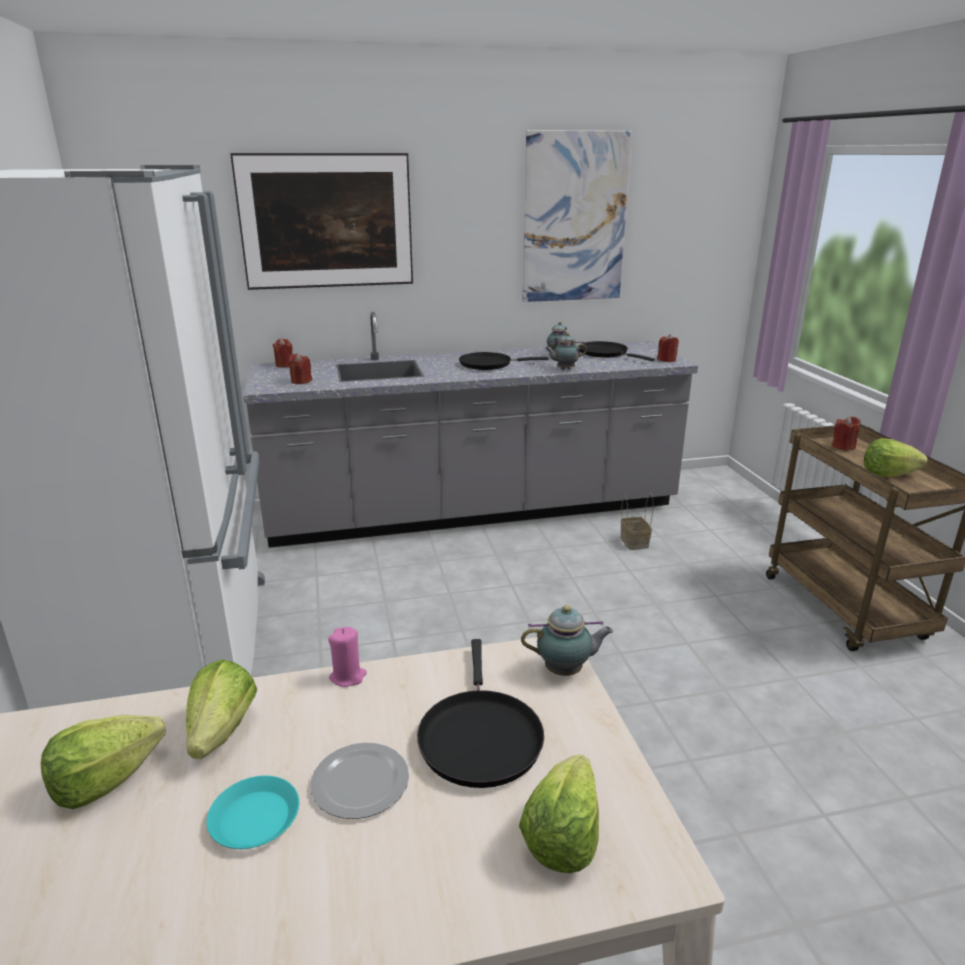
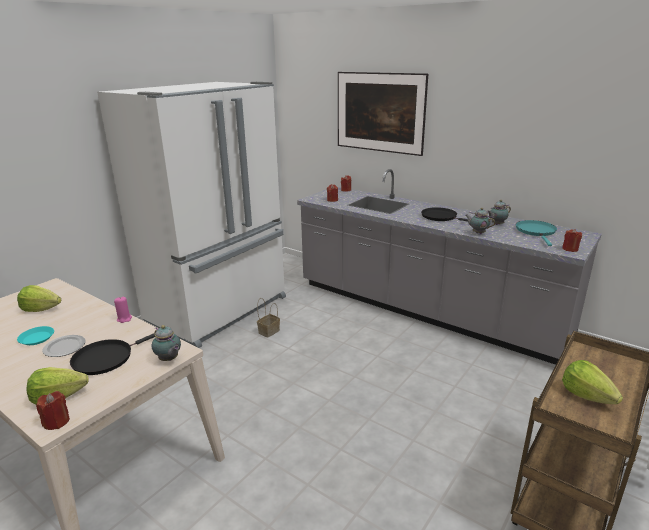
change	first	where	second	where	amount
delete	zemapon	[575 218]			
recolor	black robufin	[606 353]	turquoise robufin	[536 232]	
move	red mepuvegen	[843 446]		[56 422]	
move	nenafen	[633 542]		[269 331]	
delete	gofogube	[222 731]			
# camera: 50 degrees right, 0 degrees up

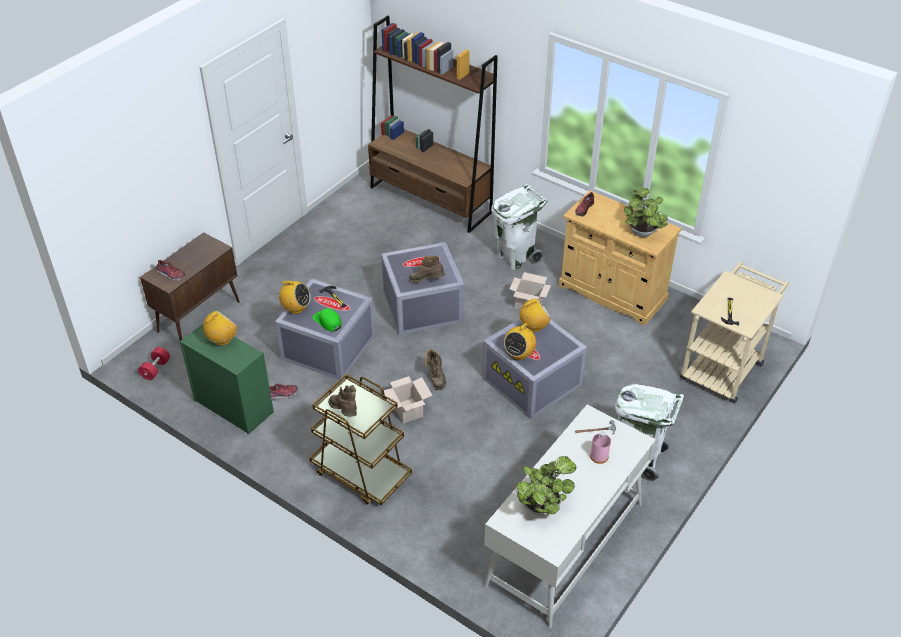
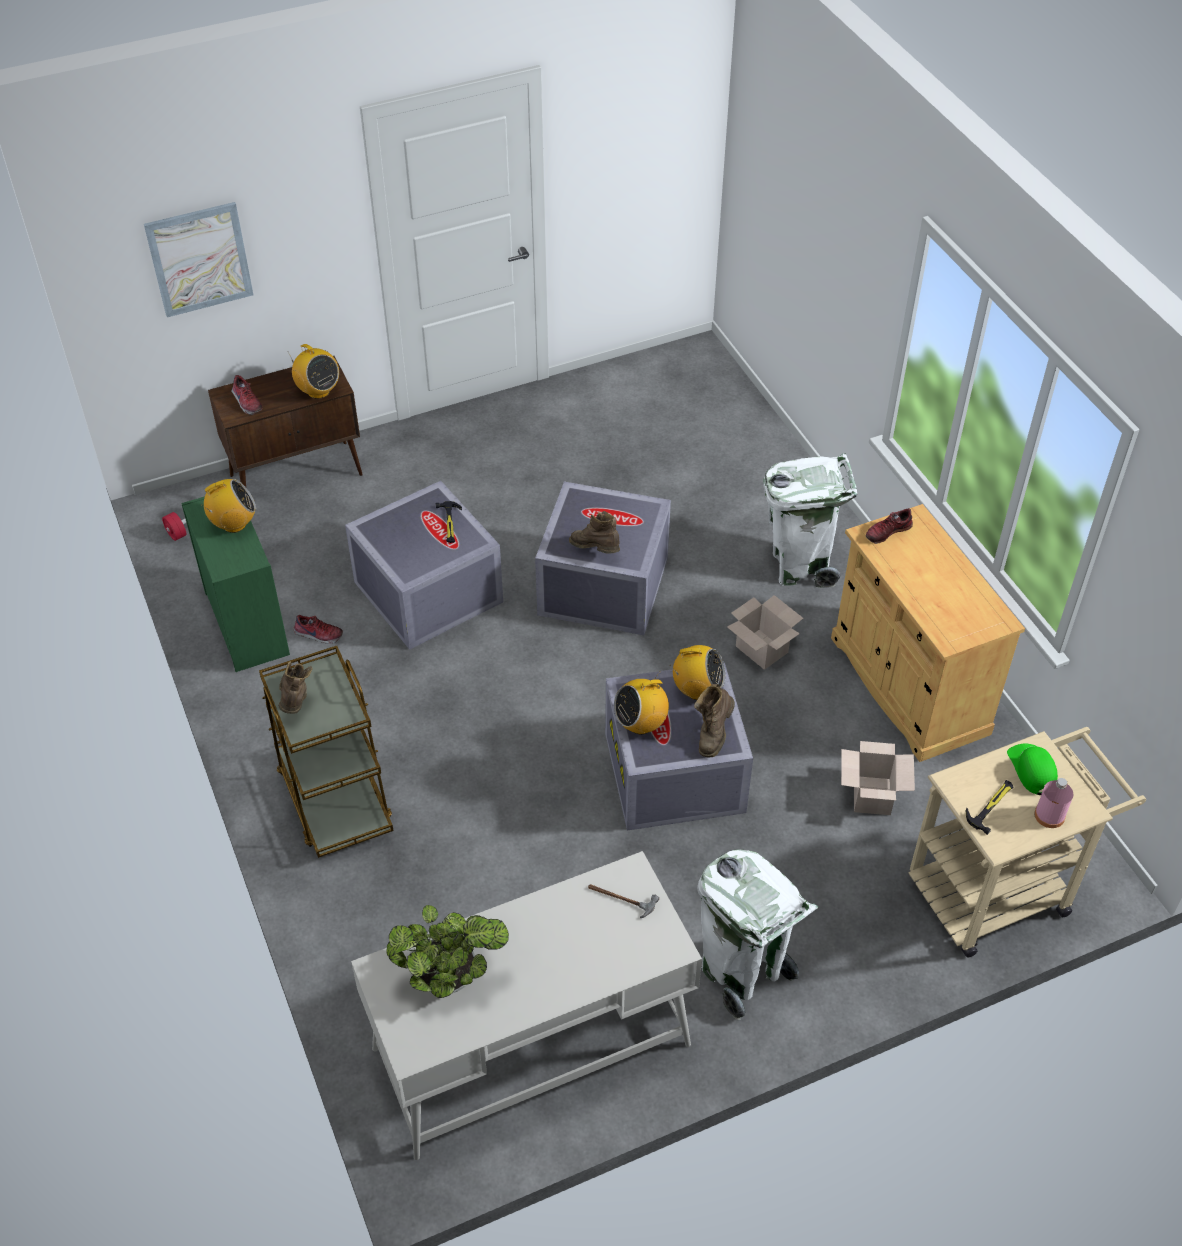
change	first	where	second	where	amount
delete	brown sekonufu	[430 200]			
delete	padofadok	[643 234]			
move	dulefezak	[296 308]		[318 391]	
move	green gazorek	[327 321]		[1032 770]	
move	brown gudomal	[436 377]		[713 734]	
move	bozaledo	[407 410]		[871 794]	
move	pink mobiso	[599 456]		[1049 815]	
insert			zemapon	[199 259]	
# camera: 30 degrees right, 5 degrees up

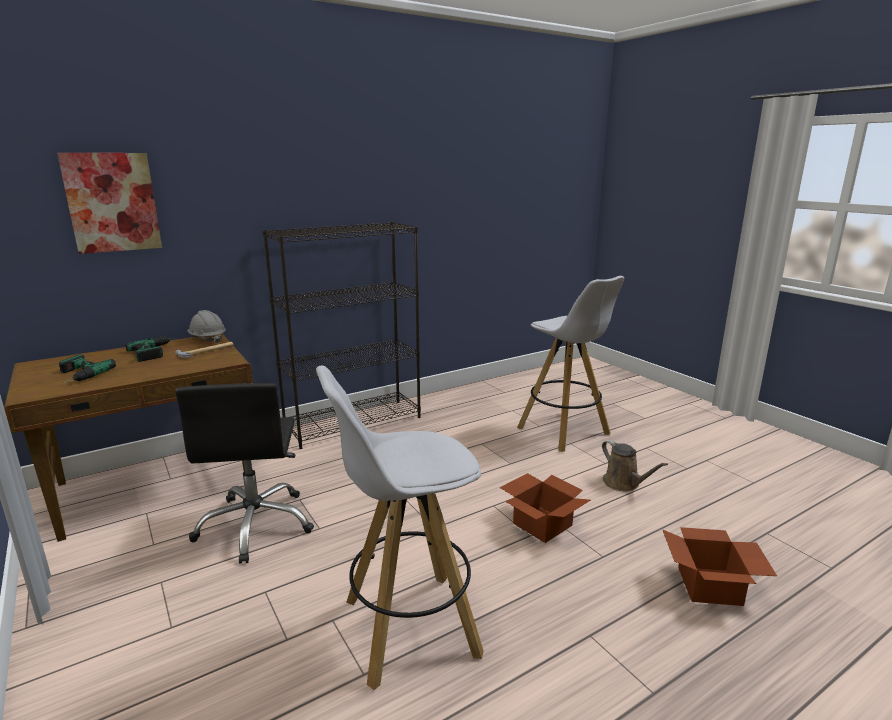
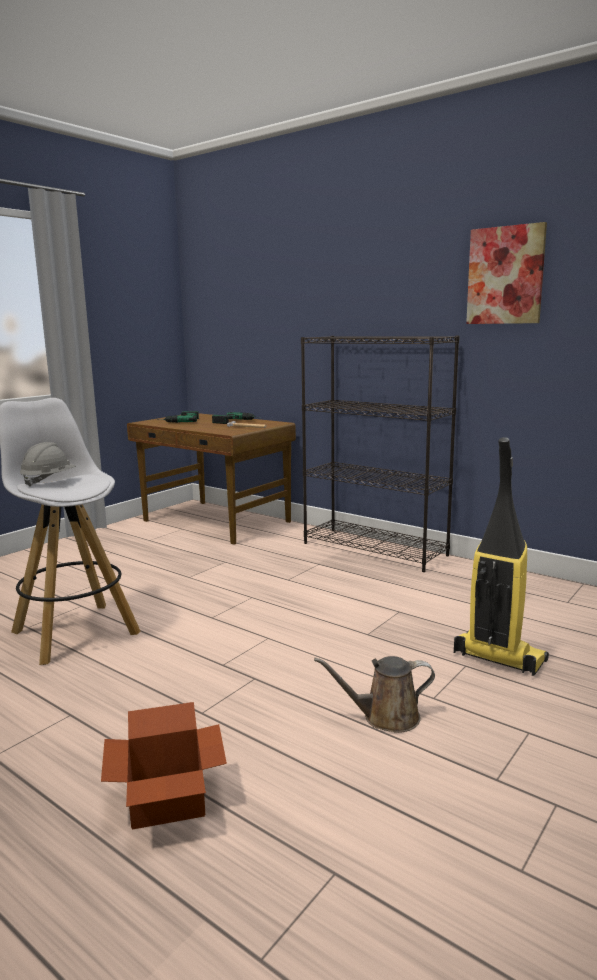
change	first	where	second	where	amount
move	zemapon	[112 202]		[505 275]	
replace	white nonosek	[564 431]	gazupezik	[498 658]	
move	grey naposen	[207 339]		[49 480]	
delete	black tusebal	[256 525]			
rotate	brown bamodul	[623 483]		[385 717]	45 degrees clockwise
delete	bozaledo	[542 523]			
# camera: 70 degrees right, 5 degrees down

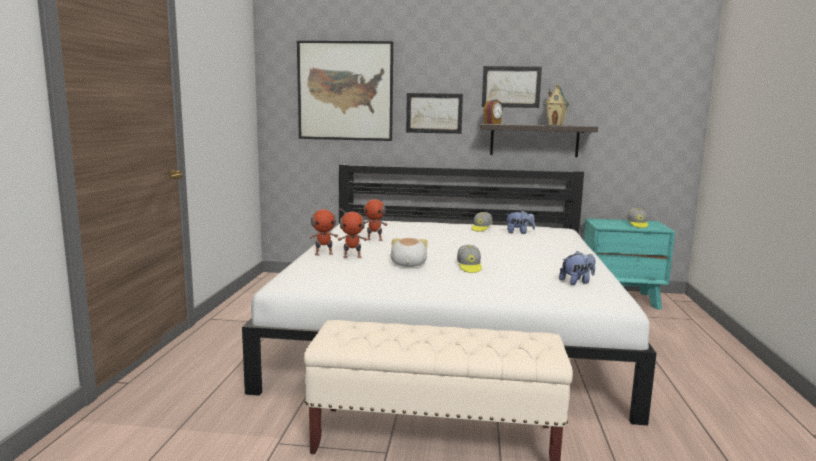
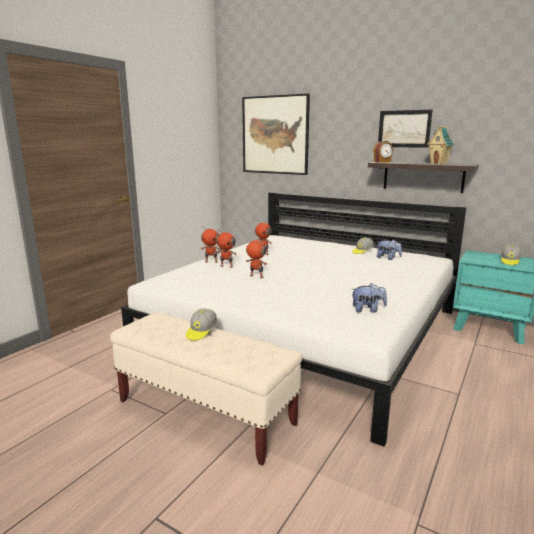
change	first	where	second	where	amount
delete	zemapon	[434 113]			
replace	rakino	[407 264]	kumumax	[256 276]	
move	gazorek	[469 267]		[201 332]	
# camera: 25 degrees right, 5 degrees up

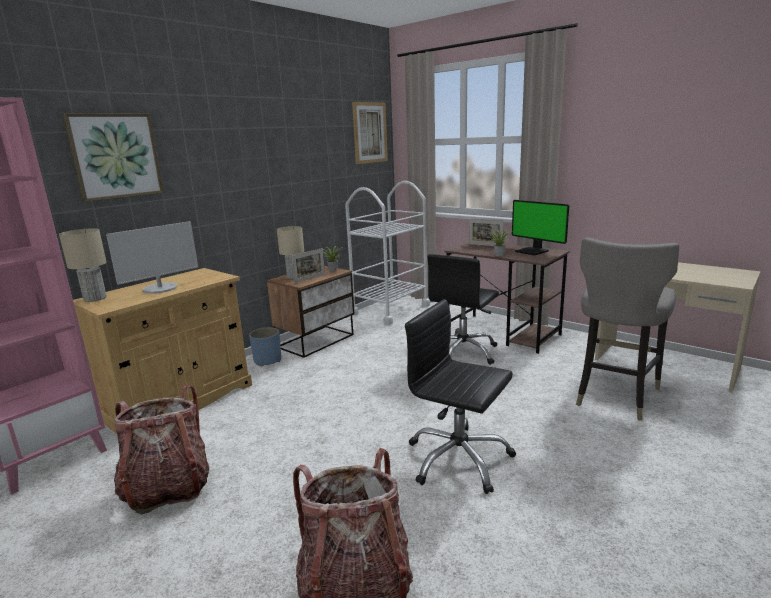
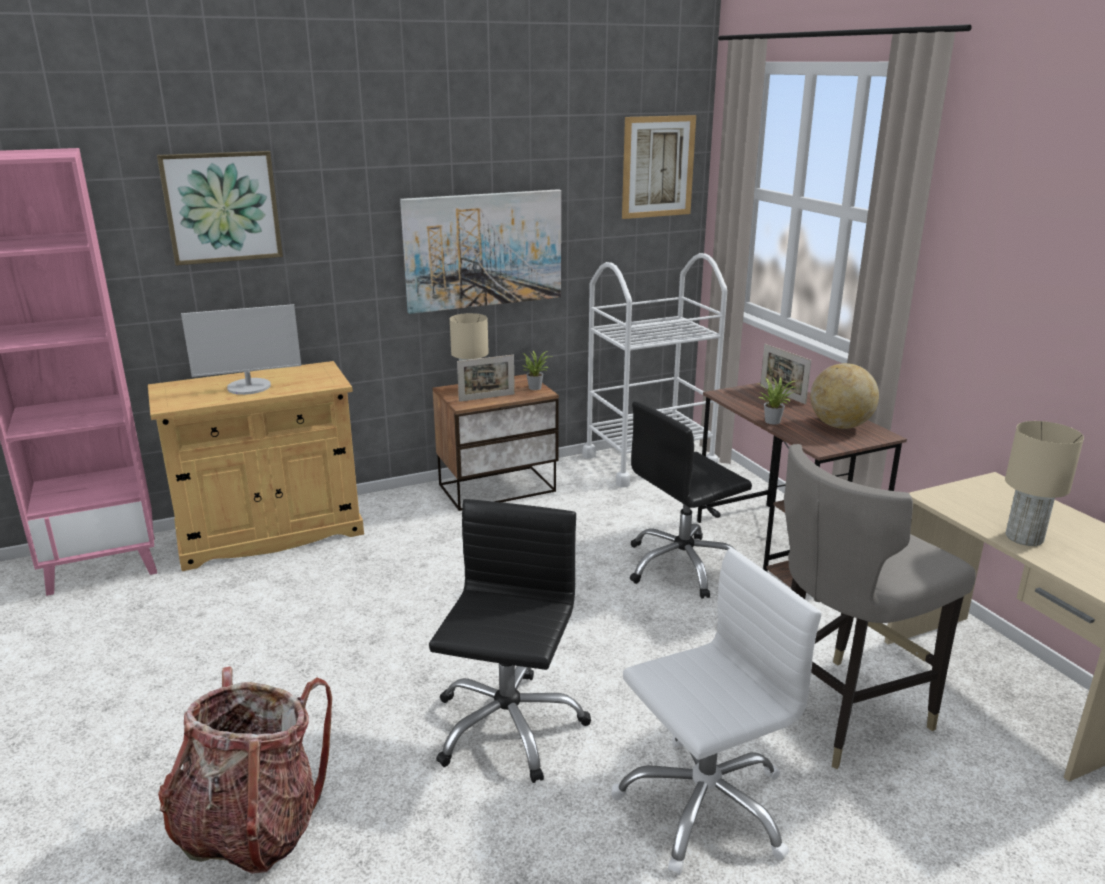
change	first	where	second	where	amount
replace	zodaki	[533 251]	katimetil	[840 426]	
move	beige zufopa	[95 298]		[1025 538]	
rotate	black tusebal	[458 459]		[507 726]	45 degrees clockwise
delete	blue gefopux	[267 360]			
delete	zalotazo	[168 488]			
insert			zemapon	[483 250]	
insert			white tusebal	[704 805]	
# camera: 25 degrees right, 5 degrees up

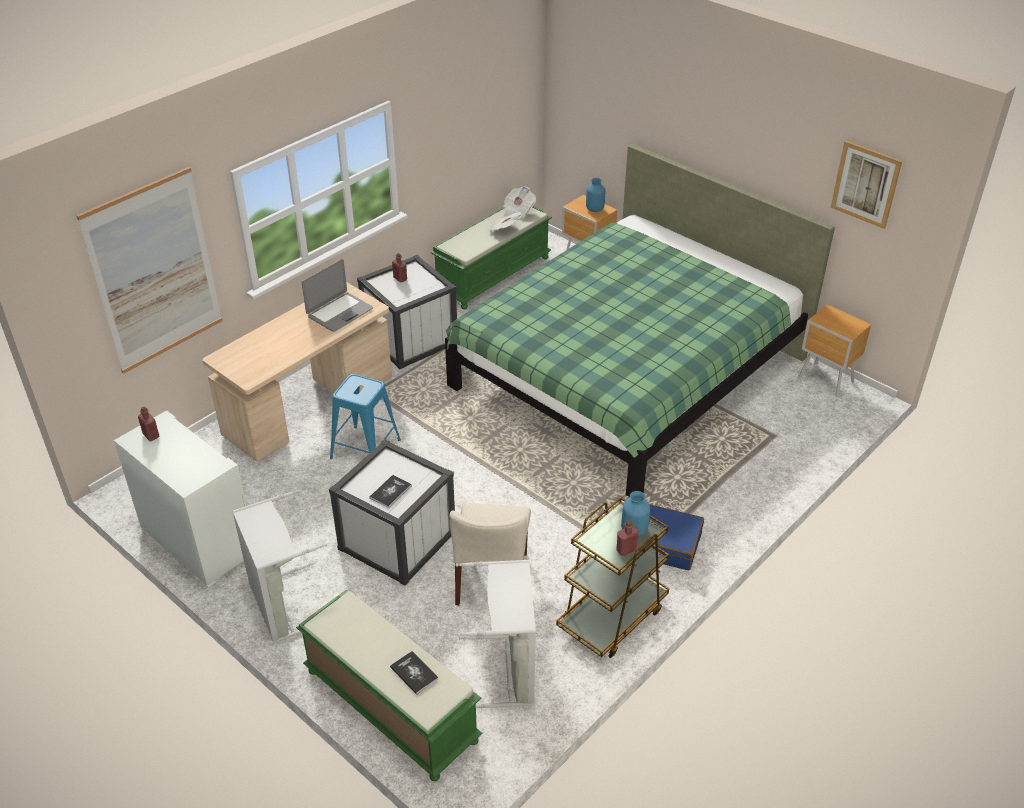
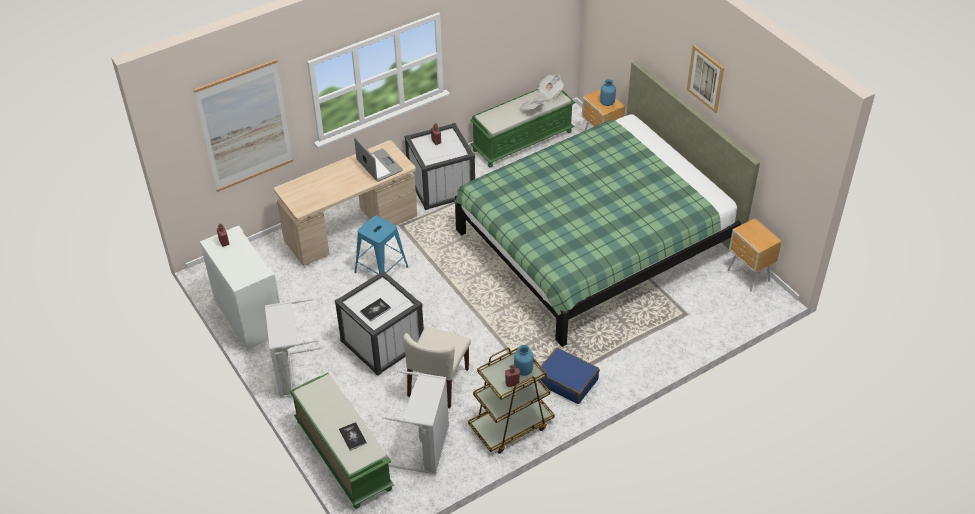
change	first	where	second	where	amount
move	zemapon	[865 184]		[705 78]	
rotate	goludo	[339 312]		[379 166]	90 degrees counterclockwise
# camera: 15 degrees right, 5 degrees up

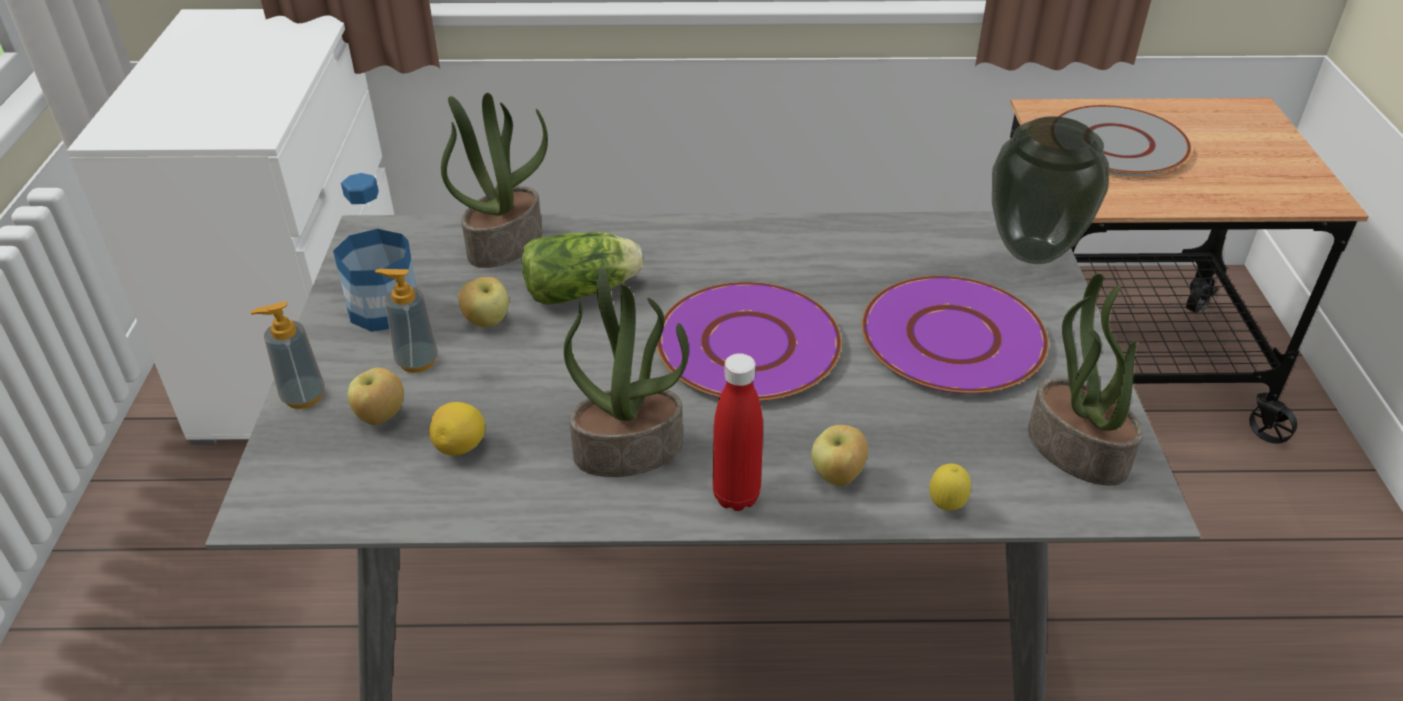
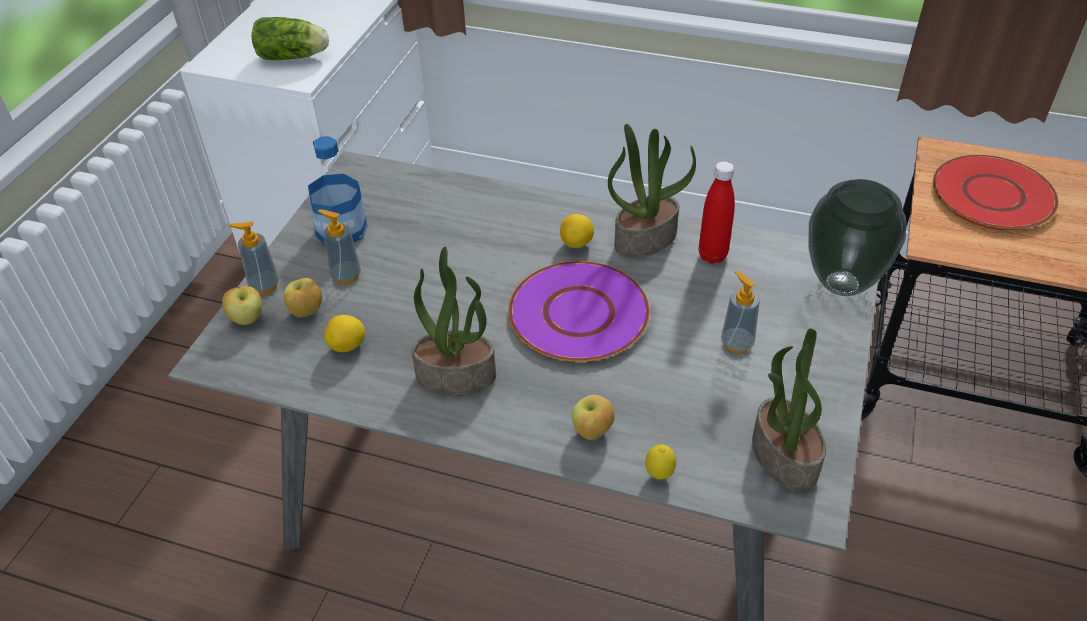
change	first	where	second	where	amount
move	padofadok	[505 244]		[645 238]	
recolor	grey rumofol	[1117 144]	red rumofol	[992 195]	
move	gofogube	[585 290]		[295 56]	
replace	purple rumofol	[953 338]	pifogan	[736 343]	
move	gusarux	[488 322]		[248 319]	
move	red mobiso	[736 496]		[712 255]	
insert			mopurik	[577 243]	
# camera: 20 degrees right, 5 degrees up

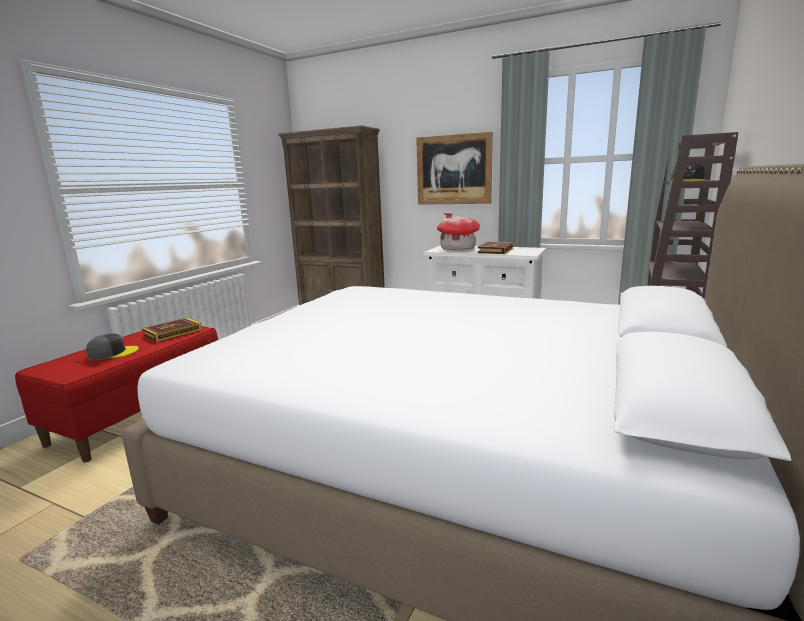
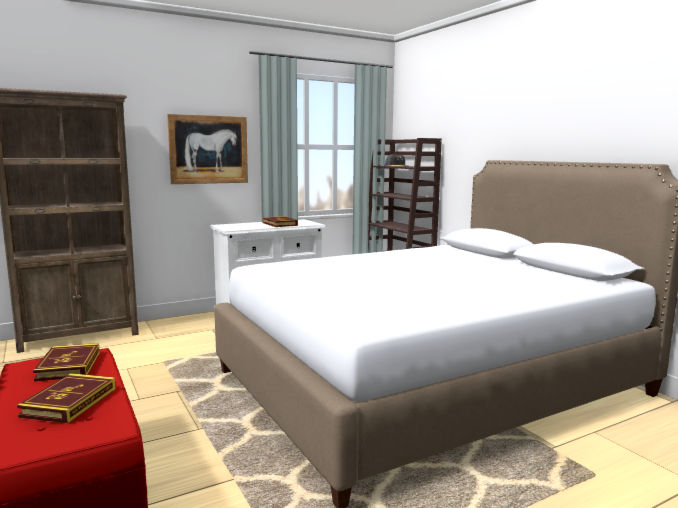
change	first	where	second	where	amount
delete	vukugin	[457 249]			
replace	grey gazorek	[113 353]	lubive	[69 402]	
# camera: 55 degrees left, 5 degrees down

